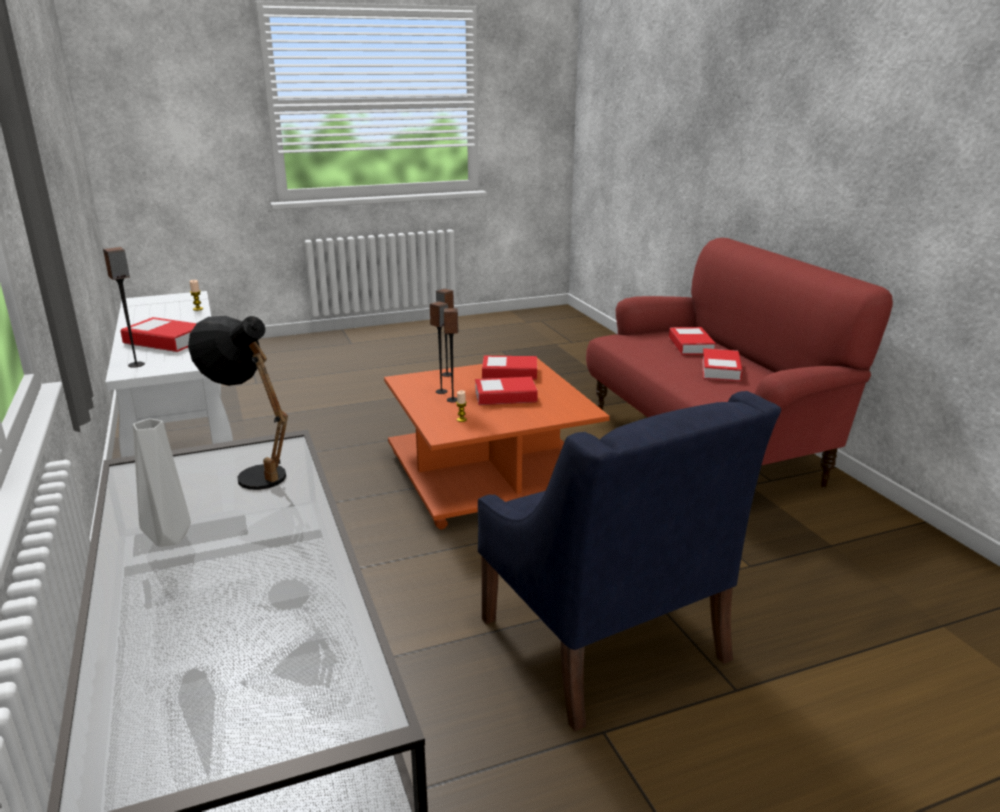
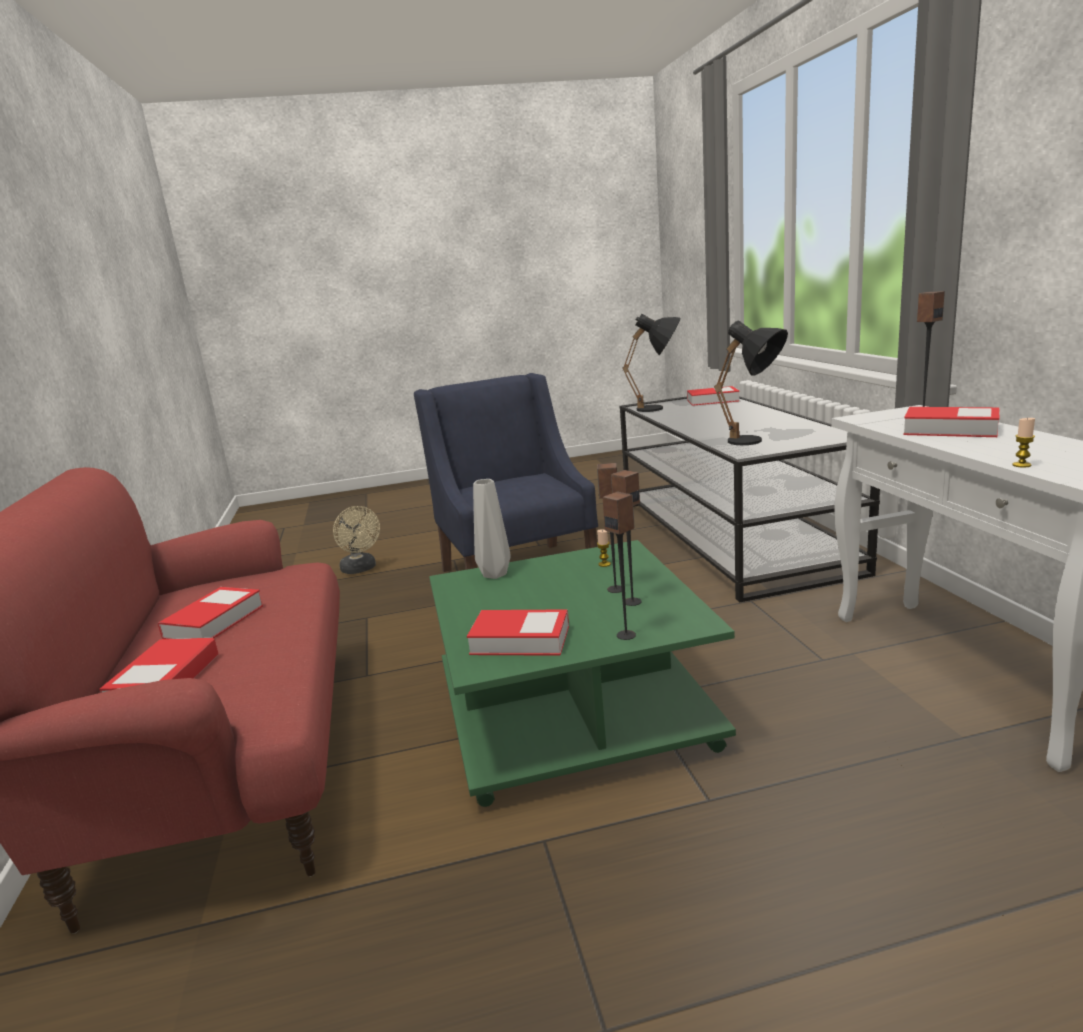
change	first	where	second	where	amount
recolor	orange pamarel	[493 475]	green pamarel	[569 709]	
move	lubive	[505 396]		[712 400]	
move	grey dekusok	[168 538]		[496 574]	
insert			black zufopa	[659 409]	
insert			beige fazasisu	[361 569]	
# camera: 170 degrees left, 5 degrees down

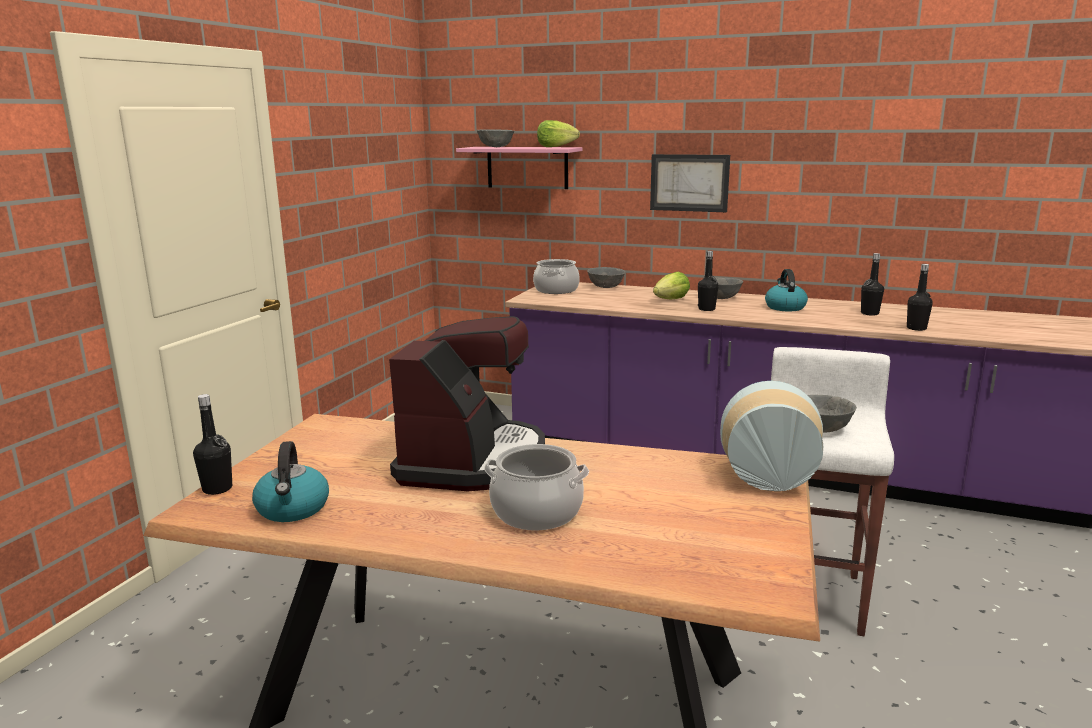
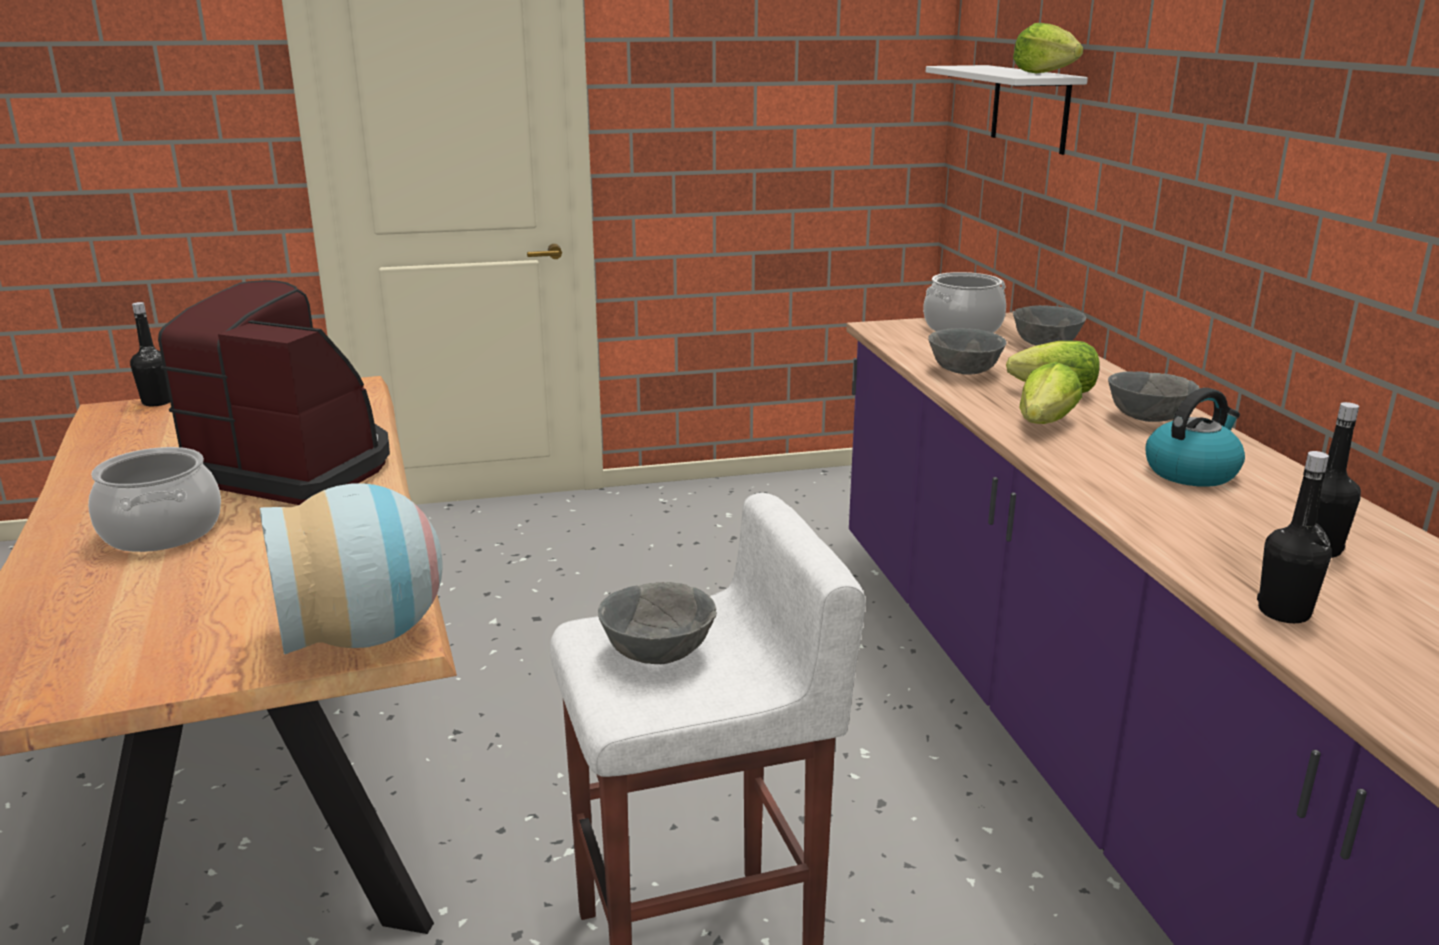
change	first	where	second	where	amount
move	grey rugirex	[496 147]		[965 371]	
recolor	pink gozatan	[527 167]	white gozatan	[1030 108]	
delete	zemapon	[689 183]			
replace	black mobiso	[706 309]	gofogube	[1045 423]	
rotate	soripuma	[472 460]		[295 468]	135 degrees counterclockwise
delete	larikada	[293 509]			
# camera: 55 degrees right, 5 degrees up

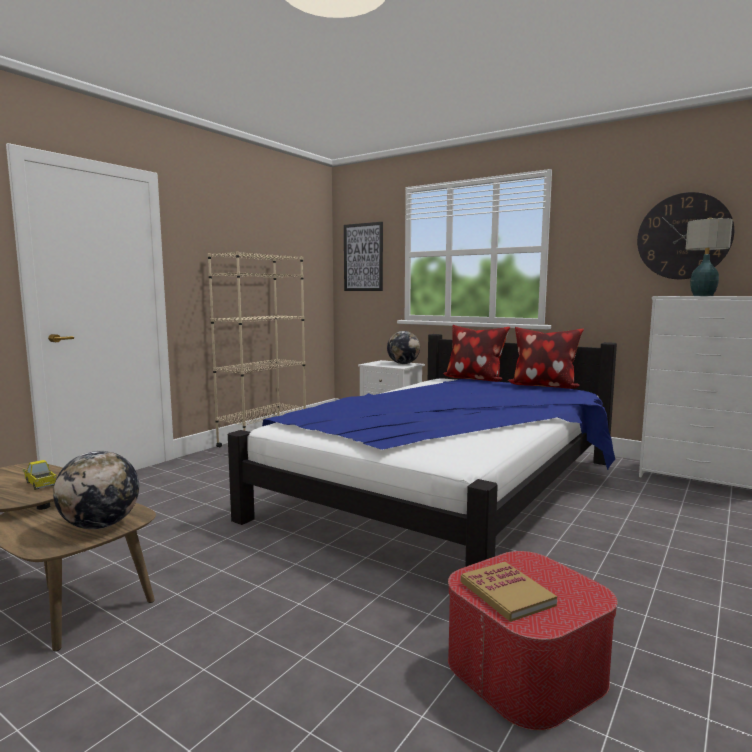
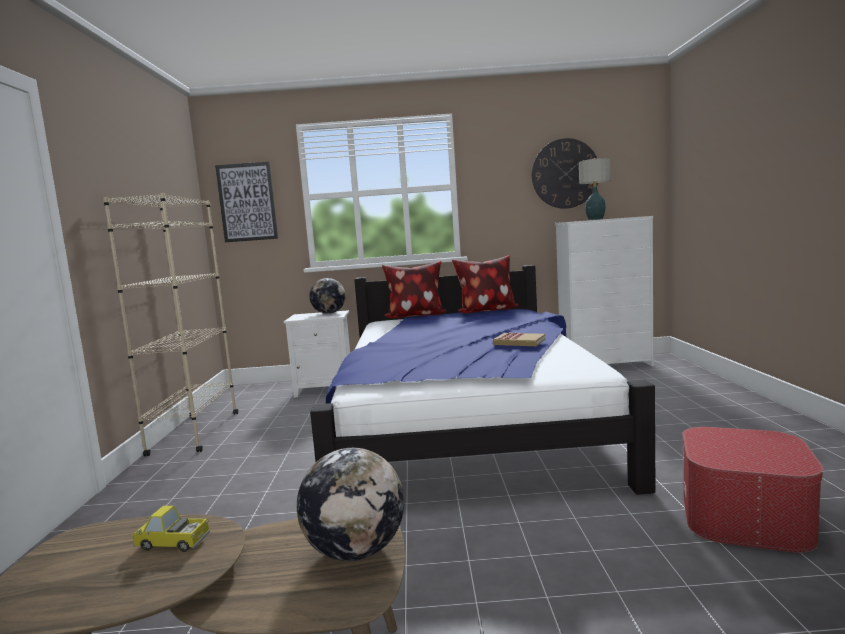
change	first	where	second	where	amount
move	lubive	[506 594]		[519 342]	
# camera: 35 degrees left, 0 degrees up

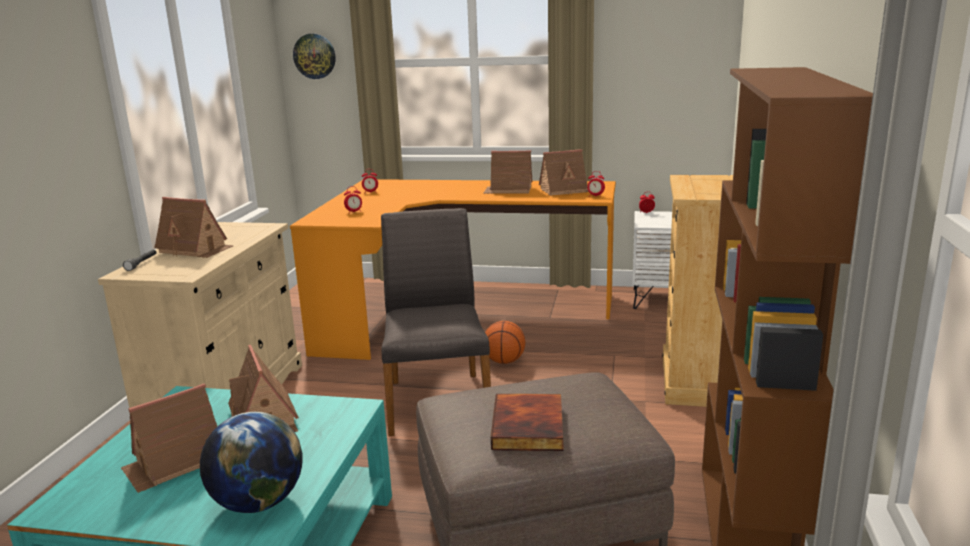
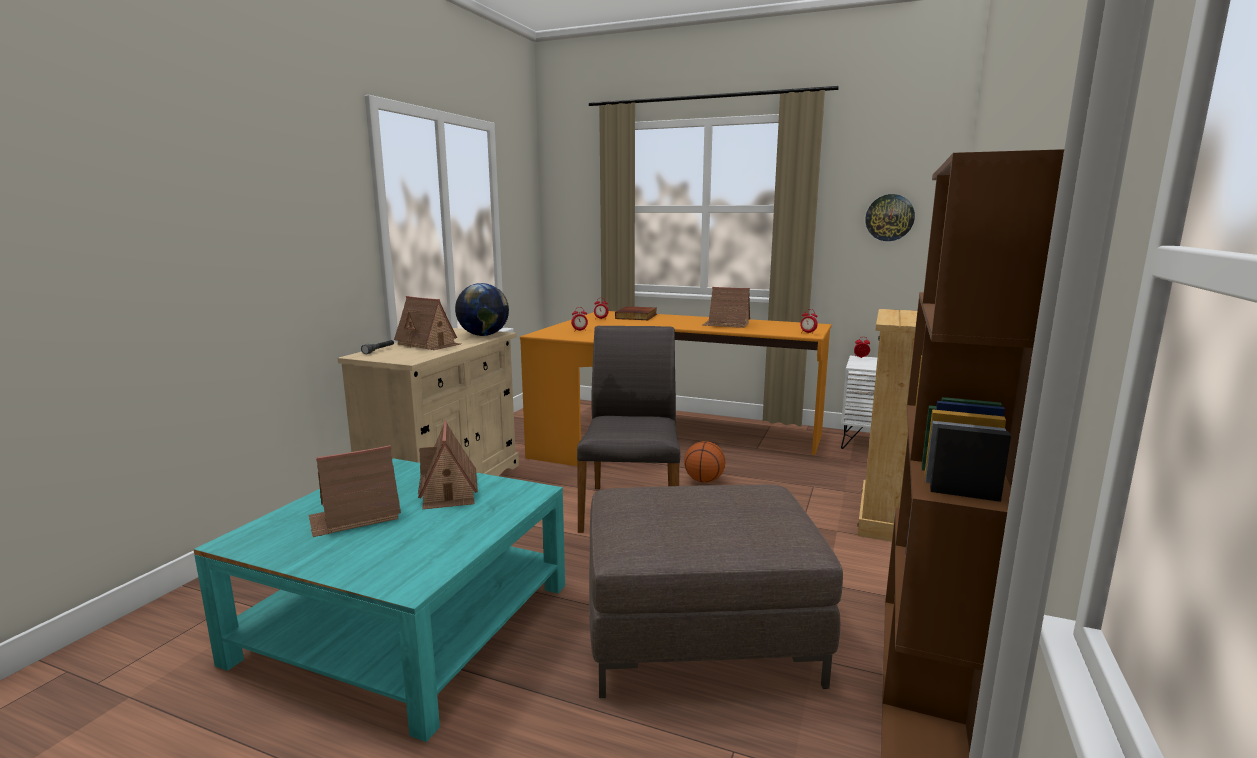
change	first	where	second	where	amount
move	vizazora	[314 56]		[889 217]	
delete	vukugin	[565 190]			
move	lubive	[530 427]		[637 316]	
move	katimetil	[258 502]		[483 335]	
# camera: 10 degrees right, 5 degrees down

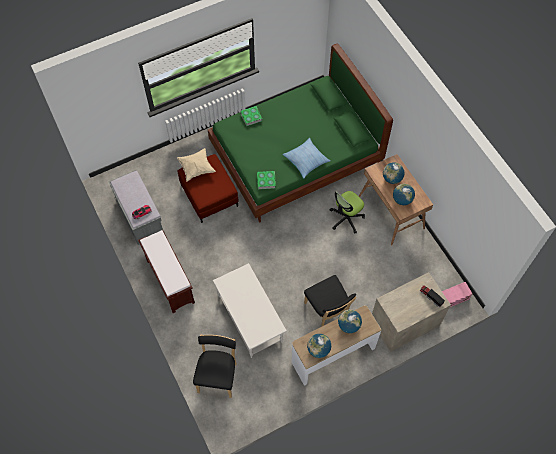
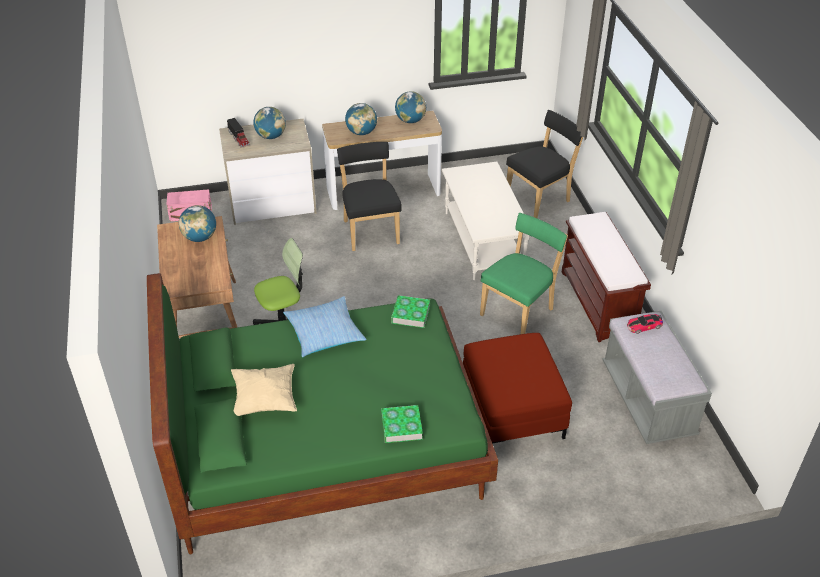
change	first	where	second	where	amount
move	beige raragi	[196 168]		[265 400]	
move	katimetil	[392 178]		[271 136]	
rotate	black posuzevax	[218 376]		[540 198]	150 degrees counterclockwise
insert			green posuzevax	[519 311]	
# camera: 165 degrees left, 20 degrees down

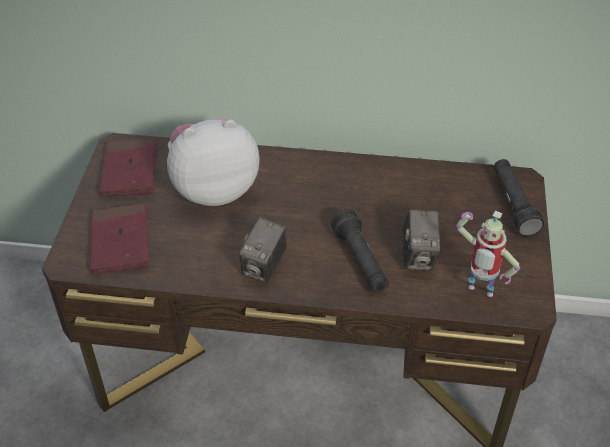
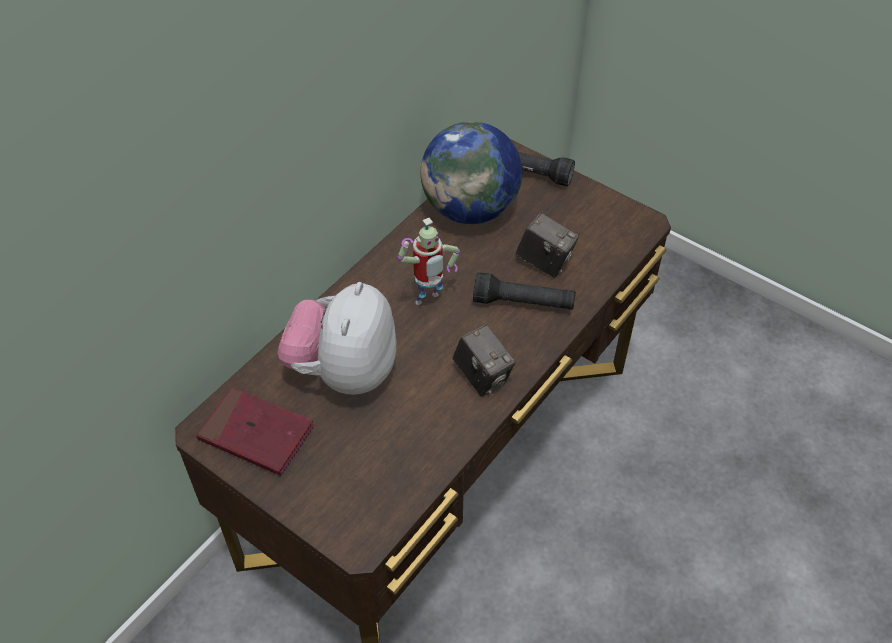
change	first	where	second	where	amount
delete	red lubive	[120 242]			
move	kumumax	[478 293]		[428 301]	
insert			katimetil	[470 209]	
# camera: 60 degrees left, 5 degrees up

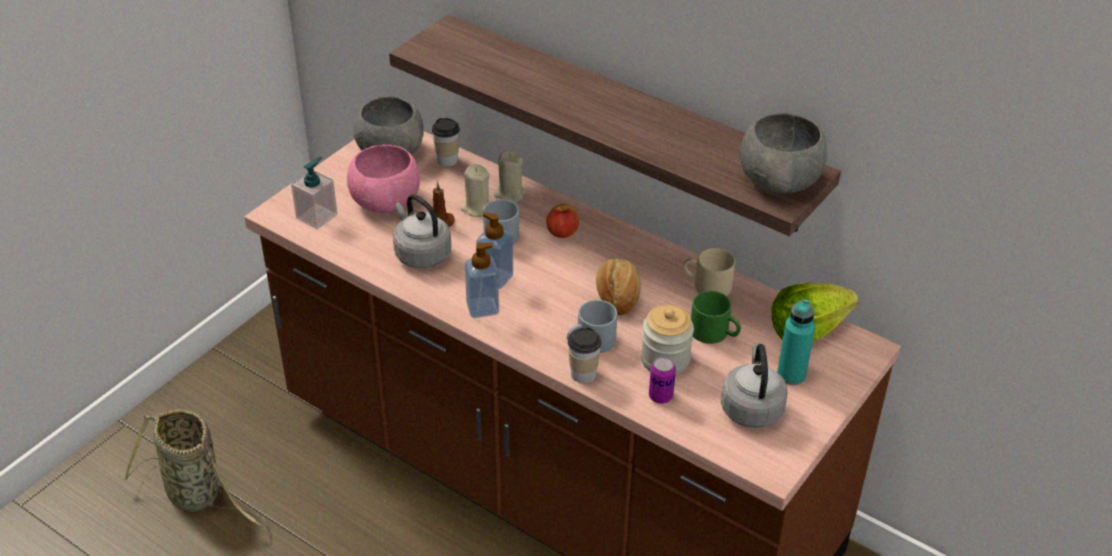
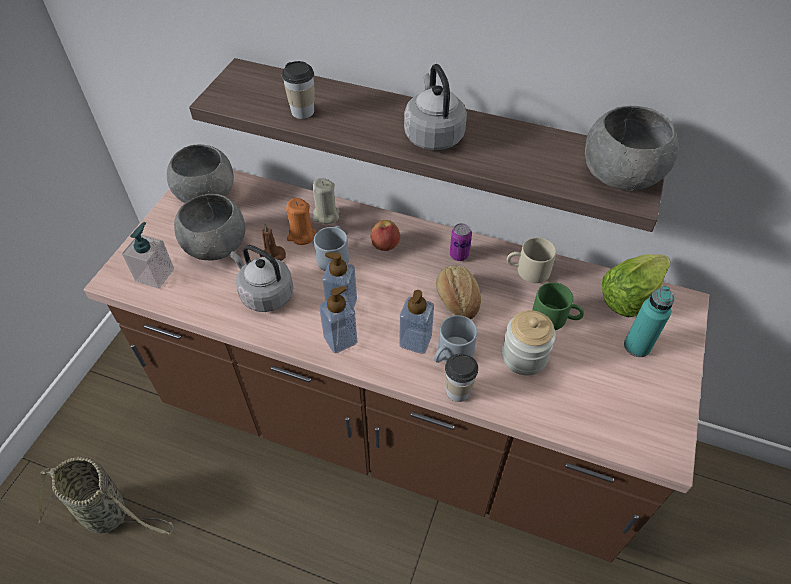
change	first	where	second	where	amount
move	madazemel	[447 160]		[302 111]	
recolor	pink rugirex	[384 202]	grey rugirex	[215 246]	
recolor	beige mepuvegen	[476 208]	orange mepuvegen	[301 235]	
move	grey larikada	[751 407]		[433 135]	
move	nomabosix	[660 396]		[459 255]	
insert			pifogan	[415 341]	
# camera: 15 degrees left, 10 degrees up

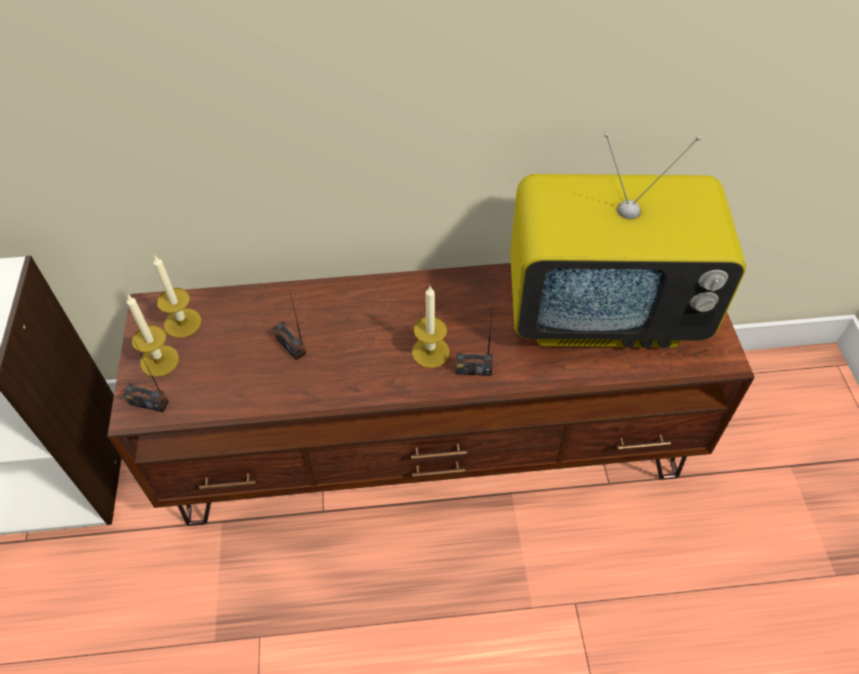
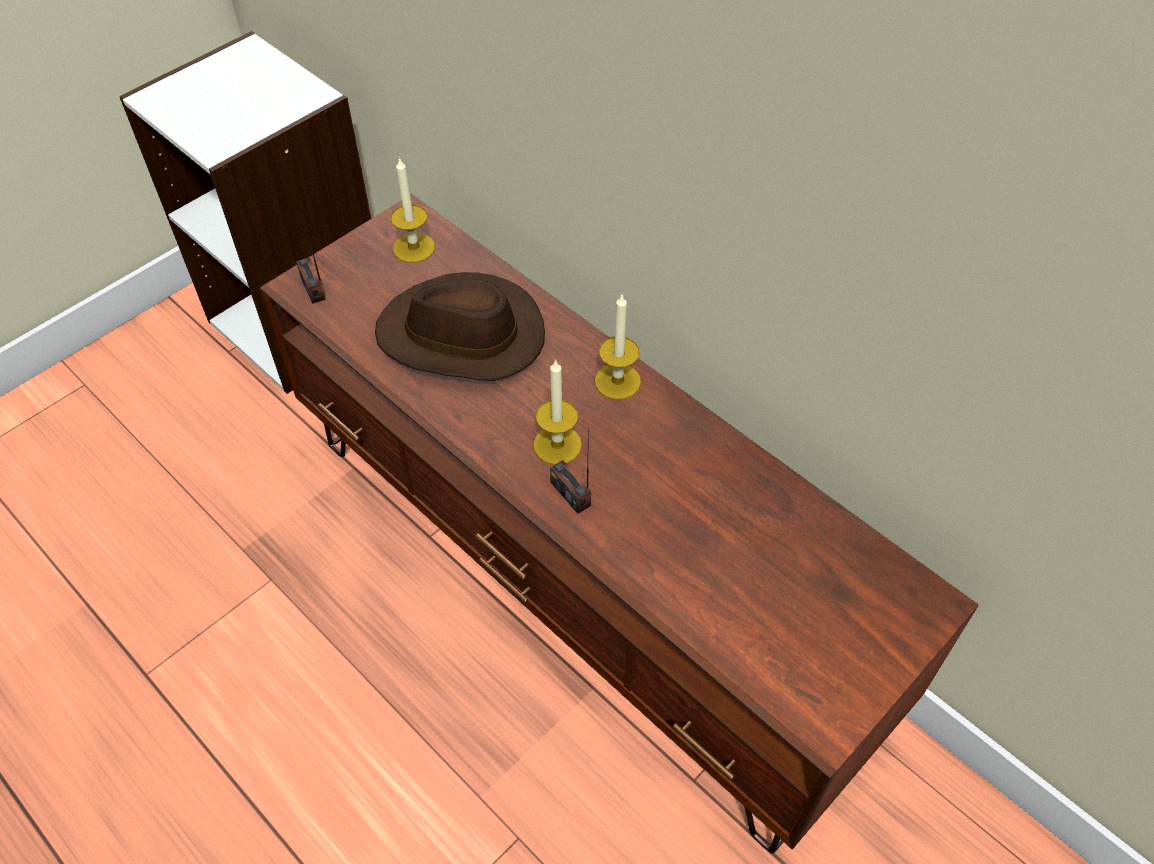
change	first	where	second	where	amount
delete	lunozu	[604 312]			
replace	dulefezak	[291 346]	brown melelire	[461 336]	
move	mepuvegen	[159 361]		[617 381]	
# camera: 50 degrees right, 0 degrees up

